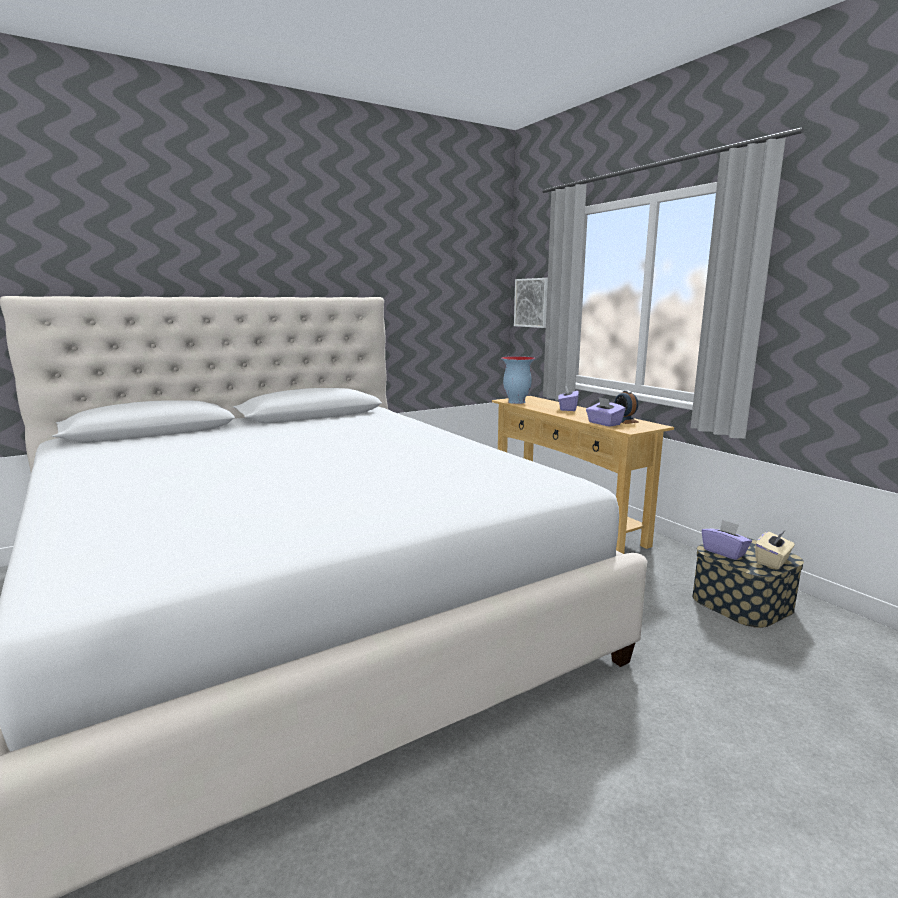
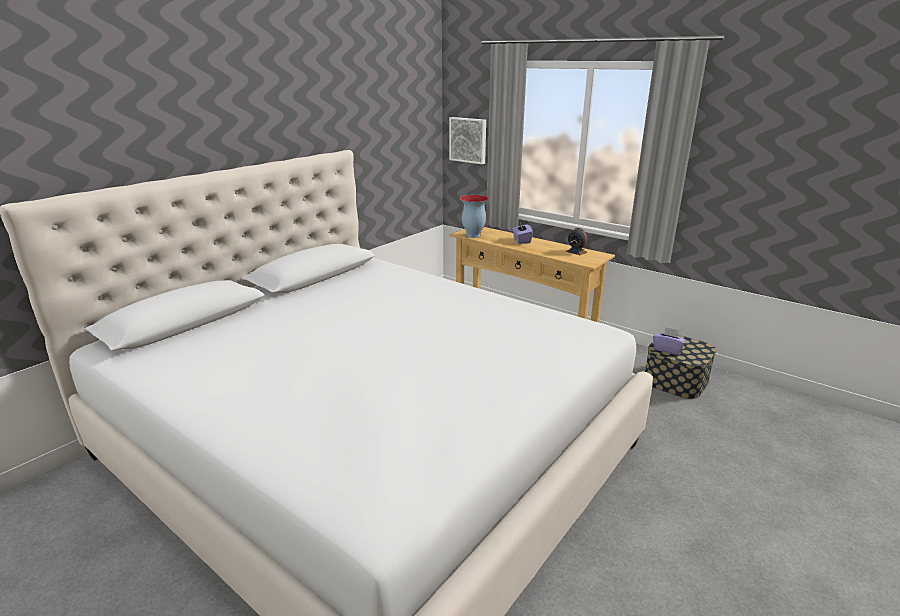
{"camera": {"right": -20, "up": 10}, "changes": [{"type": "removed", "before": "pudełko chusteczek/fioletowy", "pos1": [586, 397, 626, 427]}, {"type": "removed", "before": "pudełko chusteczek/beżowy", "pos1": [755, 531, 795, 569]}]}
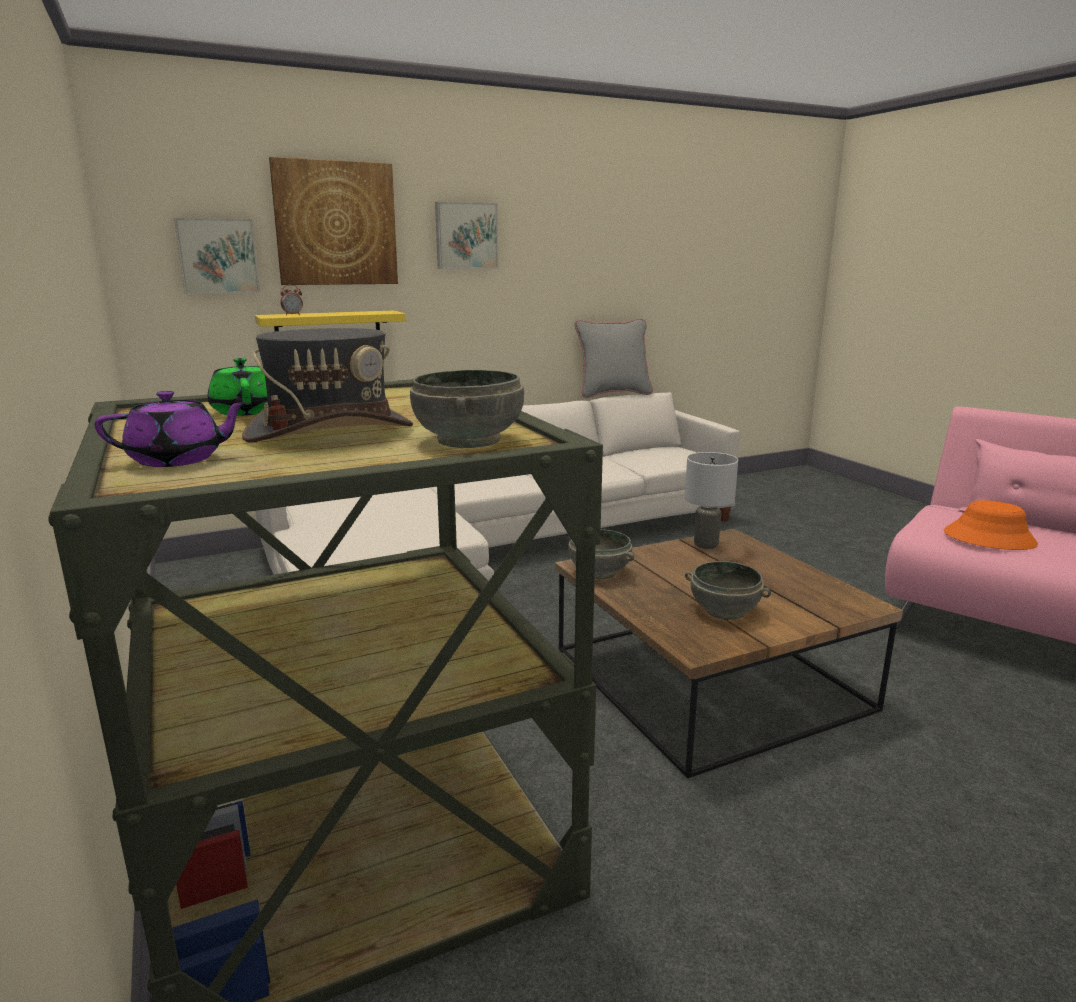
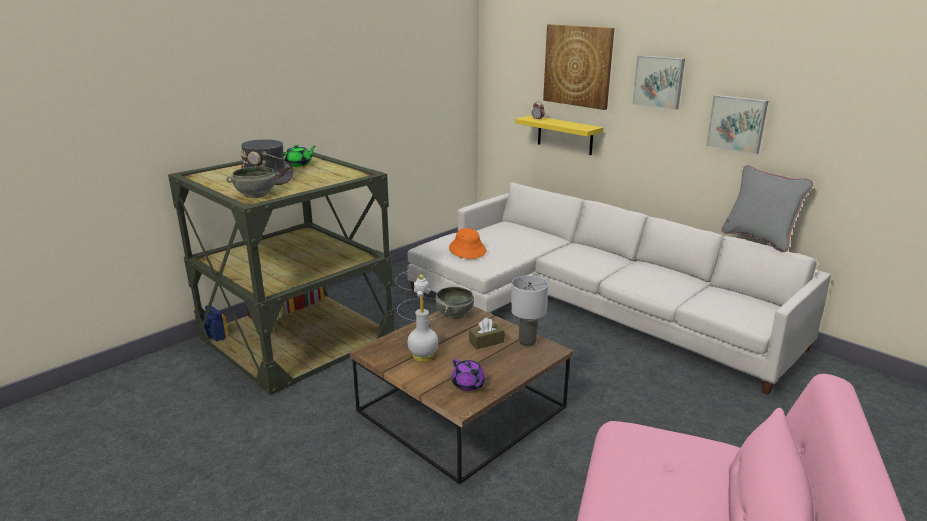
{"camera": {"right": 70, "up": 5}, "changes": [{"type": "added", "after": "pudełko chusteczek/brązowy", "pos2": [469, 318, 505, 349]}, {"type": "moved", "before": "imbryk/fioletowy", "pos1": [94, 391, 249, 467], "pos2": [451, 359, 487, 391]}, {"type": "moved", "before": "obraz", "pos1": [174, 218, 260, 294], "pos2": [706, 95, 768, 154]}, {"type": "moved", "before": "kapelusz/pomarańczowy", "pos1": [944, 500, 1038, 550], "pos2": [449, 228, 487, 259]}, {"type": "replaced", "before": "miska/szary", "after": "lampa stołowa/biały", "pos1": [685, 561, 771, 619], "pos2": [396, 269, 447, 361]}]}
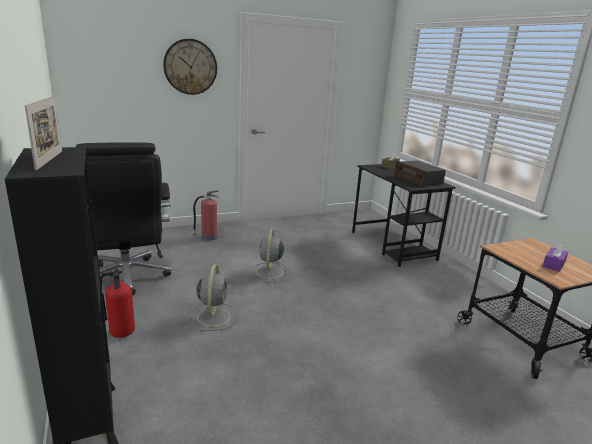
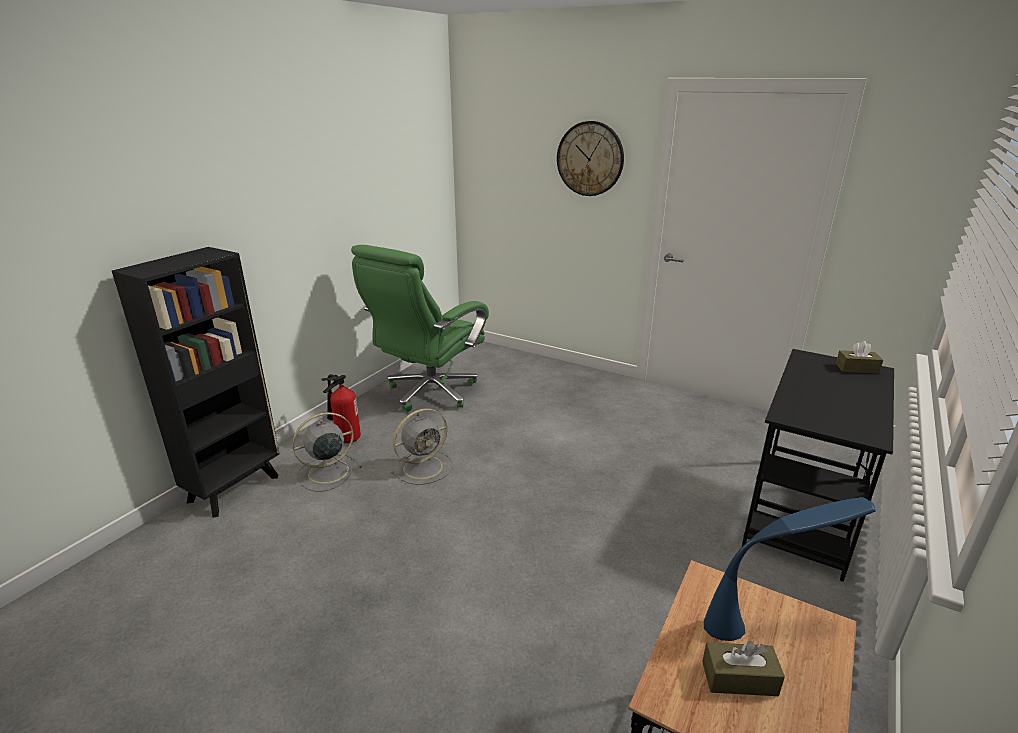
{"camera": {"right": 55, "up": 5}, "changes": [{"type": "removed", "before": "ramka na zdjęcie", "pos1": [25, 96, 62, 171]}, {"type": "removed", "before": "gaśnica", "pos1": [193, 190, 219, 241]}, {"type": "removed", "before": "radio", "pos1": [394, 160, 446, 187]}, {"type": "added", "after": "lampa stołowa/niebieski", "pos2": [704, 497, 876, 641]}, {"type": "moved", "before": "wentylator/szary", "pos1": [250, 229, 289, 283], "pos2": [292, 412, 362, 492]}, {"type": "recoloured", "before": "krzesło biurowe/czarny", "after": "krzesło biurowe/zielony", "pos1": [76, 142, 172, 295], "pos2": [351, 245, 489, 412]}, {"type": "recoloured", "before": "pudełko chusteczek/fioletowy", "after": "pudełko chusteczek/brązowy", "pos1": [542, 243, 568, 272], "pos2": [702, 641, 785, 696]}]}
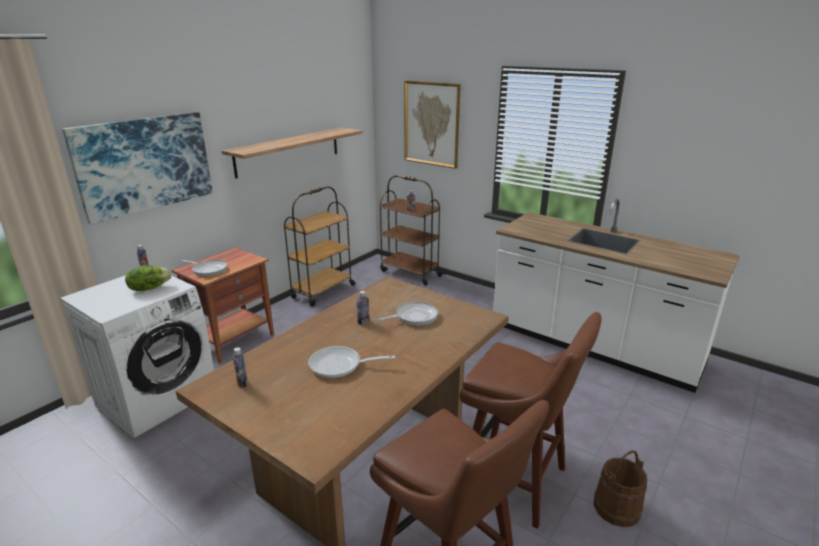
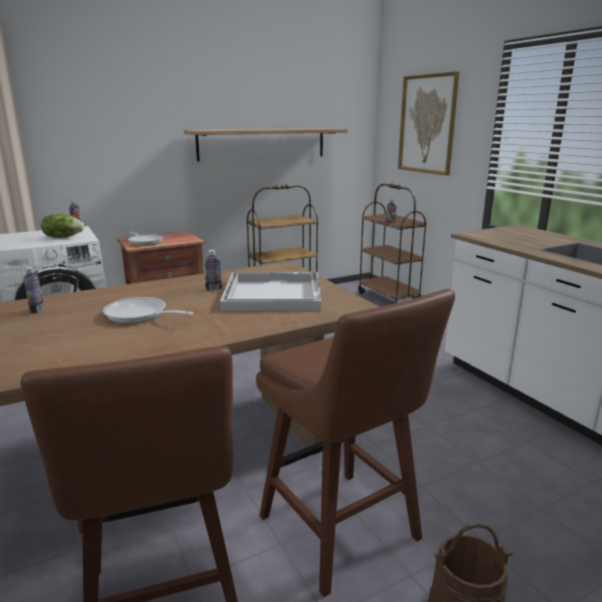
{"camera": {"right": 25, "up": -5}, "changes": [{"type": "removed", "before": "obraz", "pos1": [62, 112, 213, 224]}, {"type": "replaced", "before": "patelnia", "after": "taca/biały", "pos1": [376, 302, 438, 326], "pos2": [220, 272, 321, 311]}]}
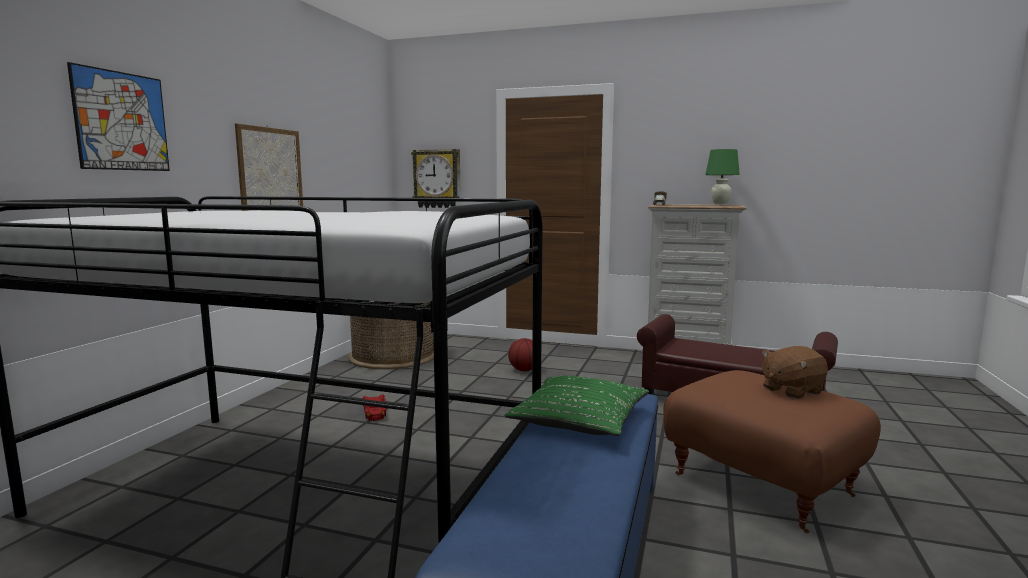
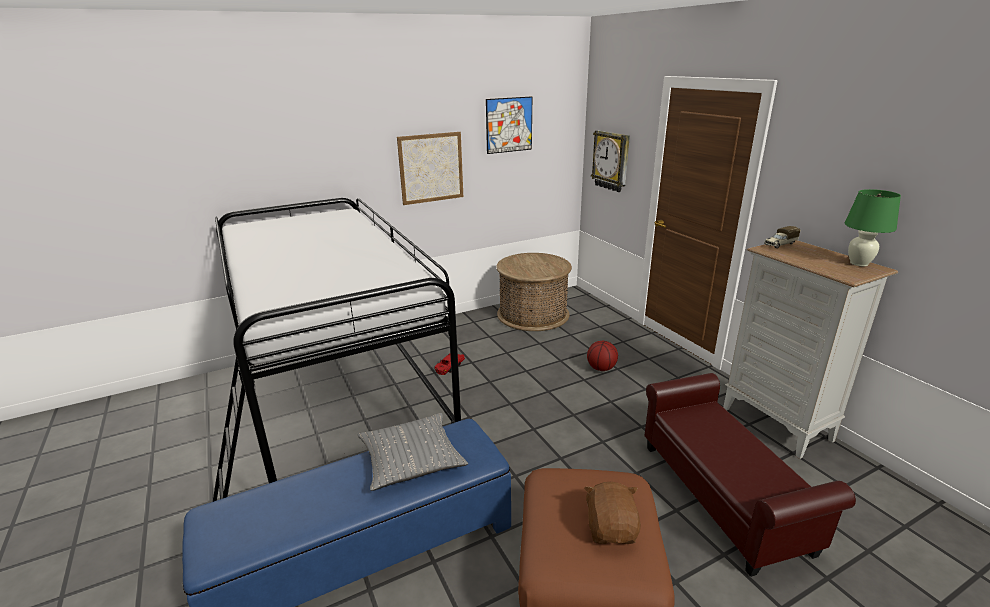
{"camera": {"right": 45, "up": 15}, "changes": [{"type": "moved", "before": "obraz", "pos1": [67, 62, 170, 171], "pos2": [486, 96, 532, 154]}, {"type": "recoloured", "before": "poduszka/zielony", "after": "poduszka/szary", "pos1": [505, 376, 649, 436], "pos2": [358, 413, 468, 491]}, {"type": "turned", "before": "pluszak/brązowy", "pos1": [762, 346, 828, 399], "pos2": [584, 482, 641, 544], "turn": 75}]}
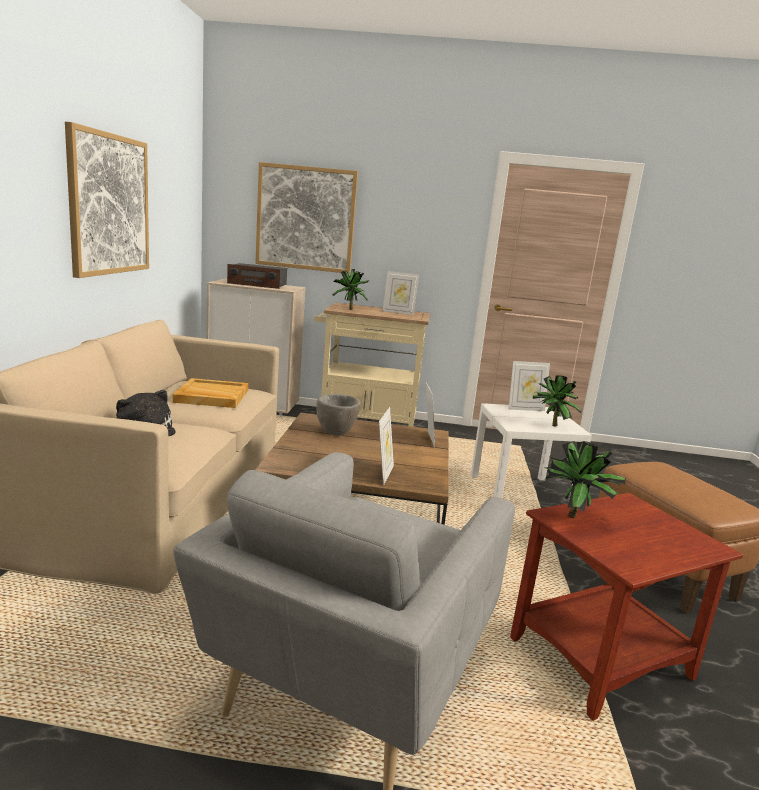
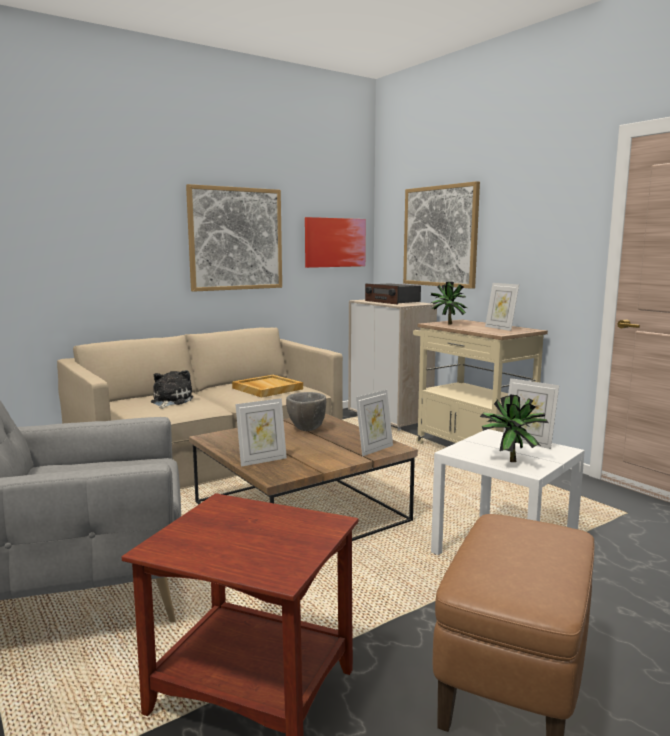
{"camera": {"right": 50, "up": -5}, "changes": [{"type": "removed", "before": "roślina doniczkowa", "pos1": [545, 441, 626, 518]}, {"type": "added", "after": "obraz", "pos2": [305, 217, 366, 268]}]}
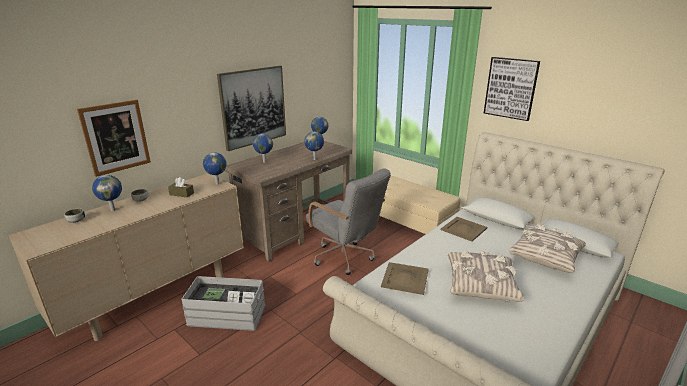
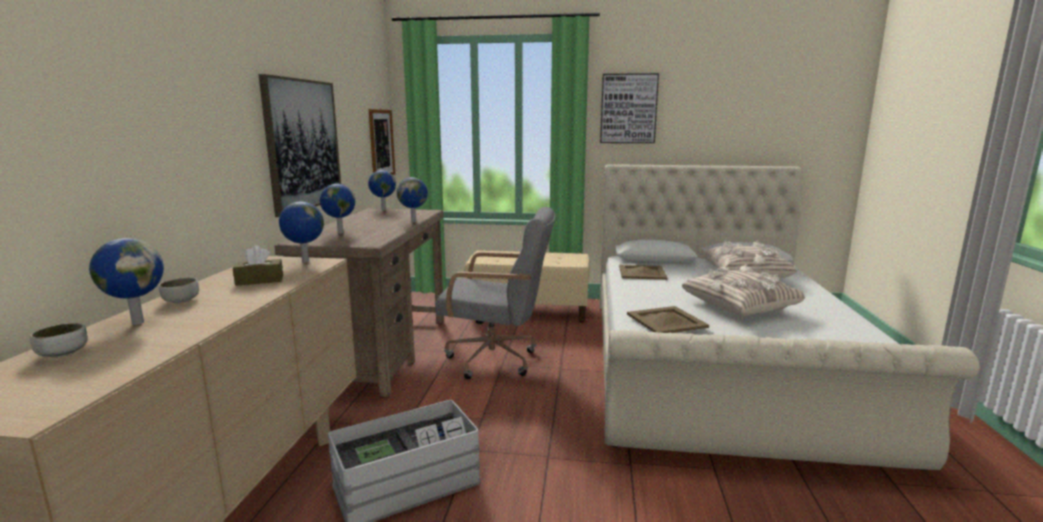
{"camera": {"right": -35, "up": -10}, "changes": [{"type": "moved", "before": "obraz", "pos1": [77, 100, 151, 177], "pos2": [369, 109, 395, 175]}]}
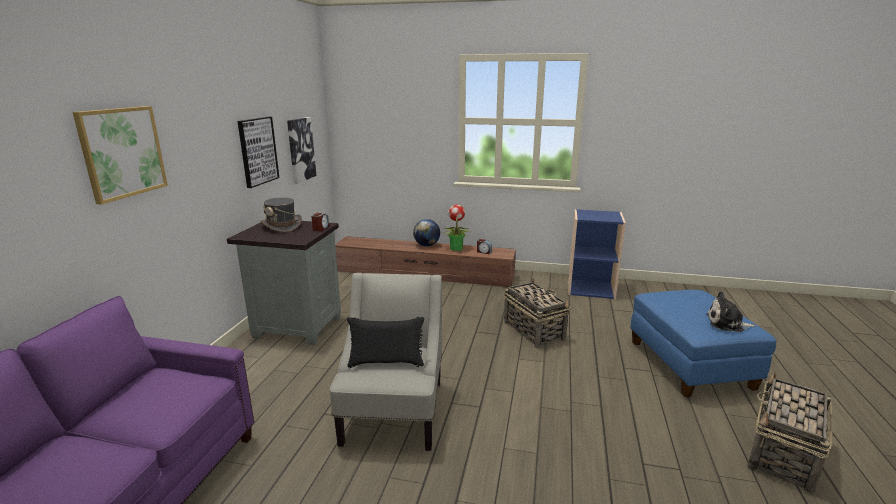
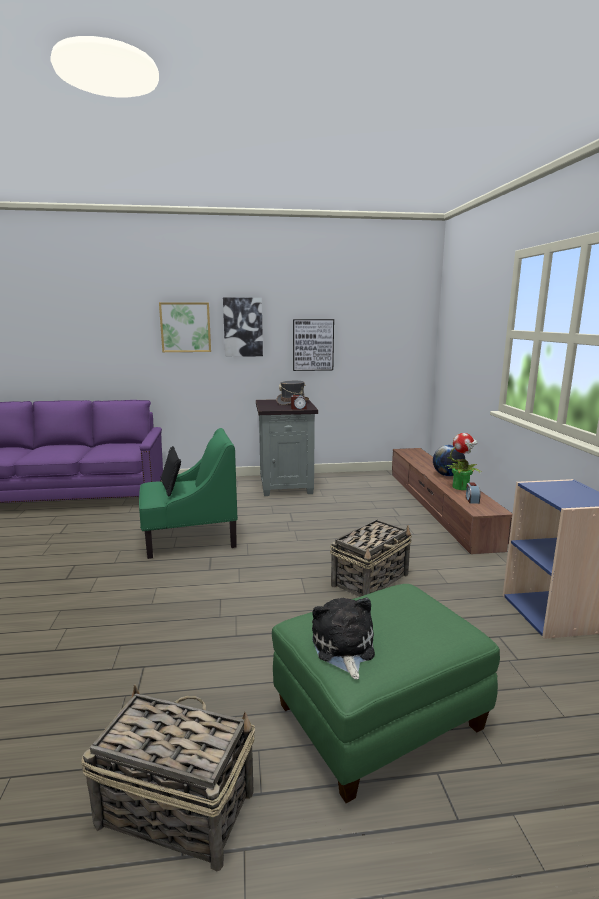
{"camera": {"right": 70, "up": -5}, "changes": [{"type": "moved", "before": "obraz", "pos1": [287, 117, 316, 184], "pos2": [223, 297, 263, 357]}, {"type": "recoloured", "before": "fotel/szary", "after": "fotel/zielony", "pos1": [330, 273, 442, 451], "pos2": [139, 428, 238, 559]}, {"type": "recoloured", "before": "pufa/niebieski", "after": "pufa/zielony", "pos1": [631, 290, 777, 397], "pos2": [272, 584, 500, 803]}]}
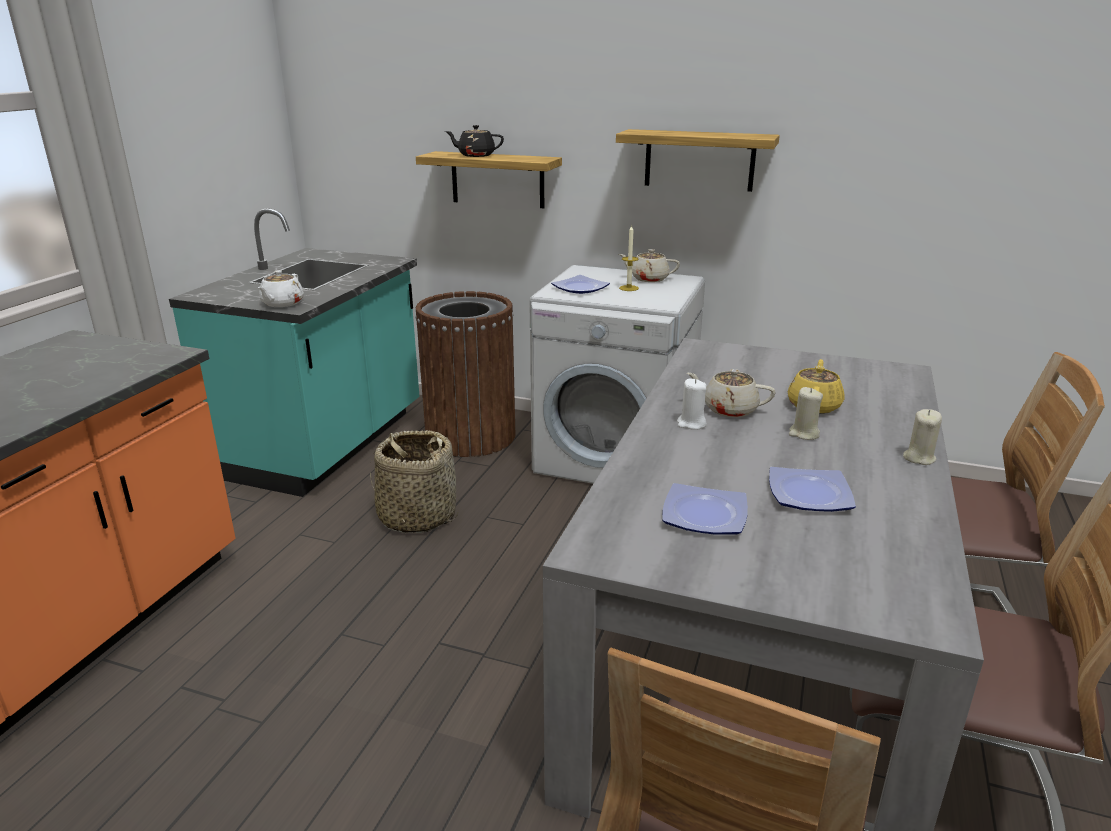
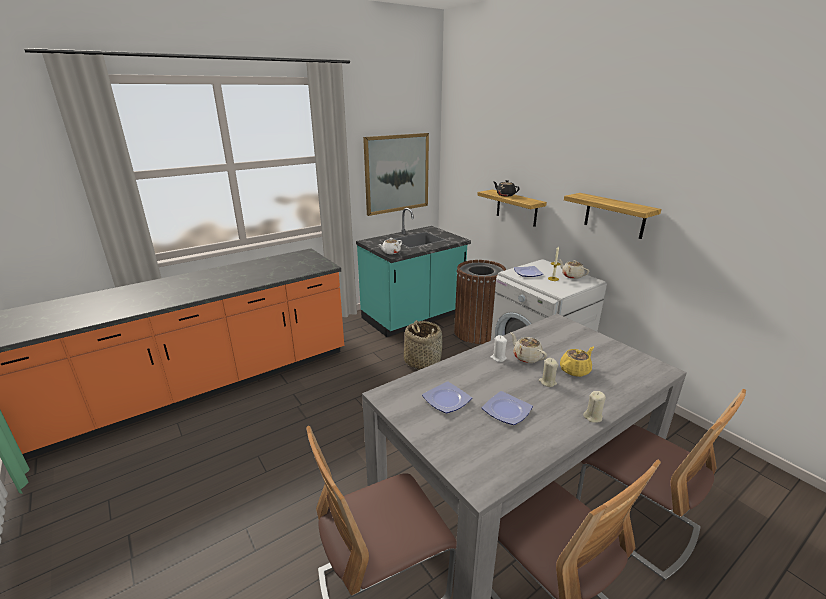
{"camera": {"right": 35, "up": 0}, "changes": [{"type": "added", "after": "obraz", "pos2": [363, 133, 429, 216]}]}
